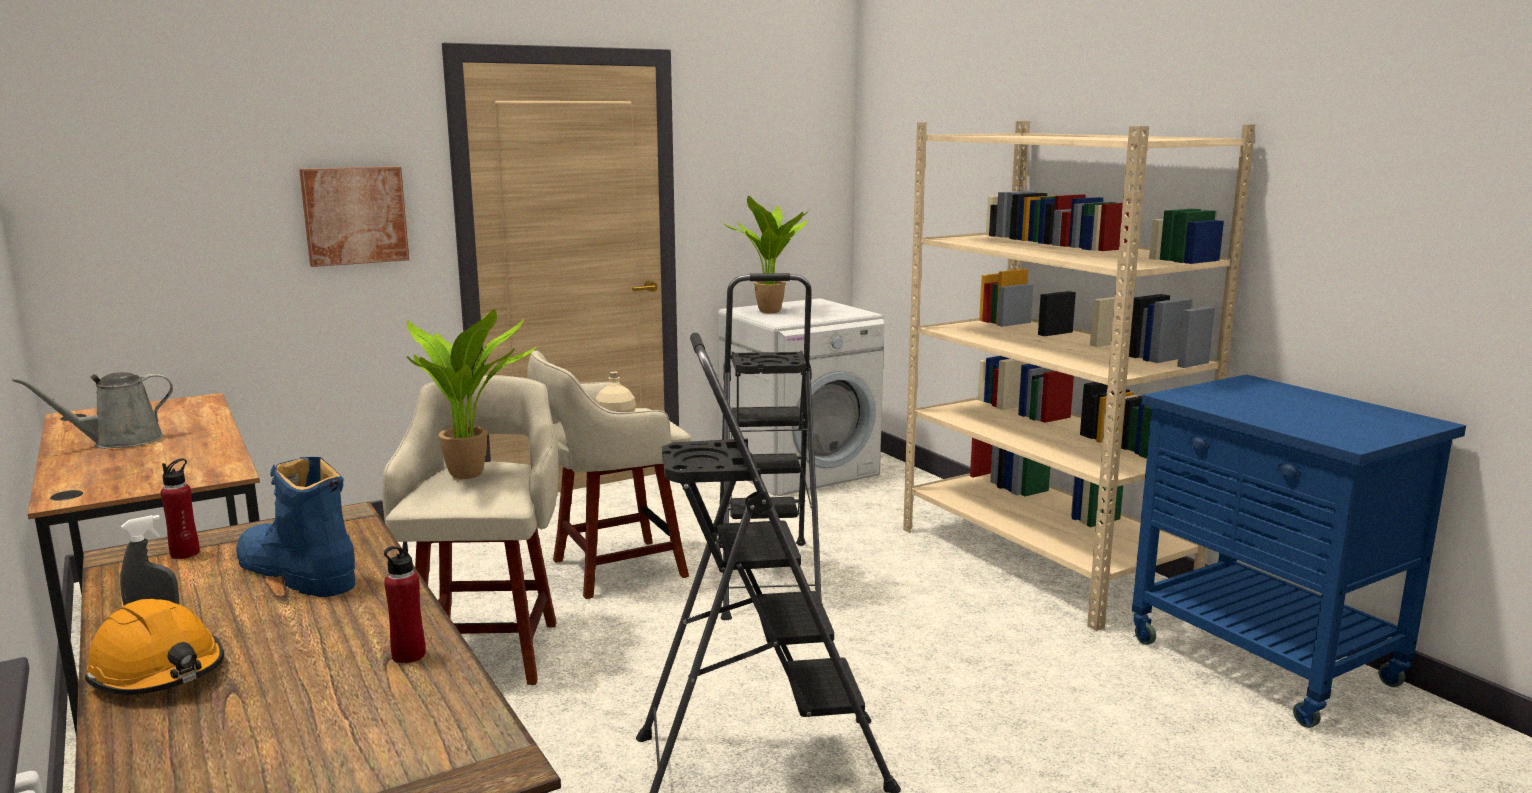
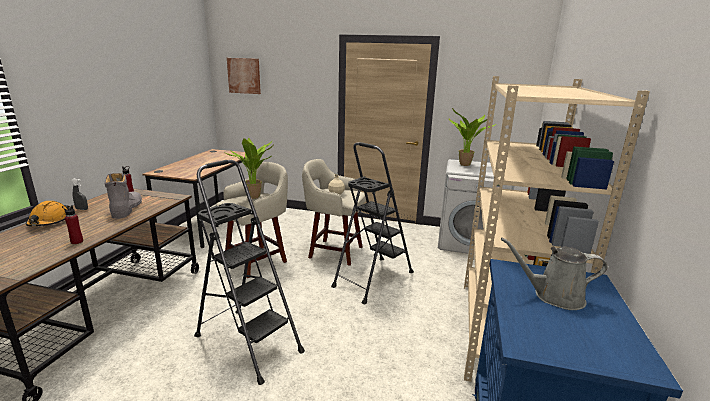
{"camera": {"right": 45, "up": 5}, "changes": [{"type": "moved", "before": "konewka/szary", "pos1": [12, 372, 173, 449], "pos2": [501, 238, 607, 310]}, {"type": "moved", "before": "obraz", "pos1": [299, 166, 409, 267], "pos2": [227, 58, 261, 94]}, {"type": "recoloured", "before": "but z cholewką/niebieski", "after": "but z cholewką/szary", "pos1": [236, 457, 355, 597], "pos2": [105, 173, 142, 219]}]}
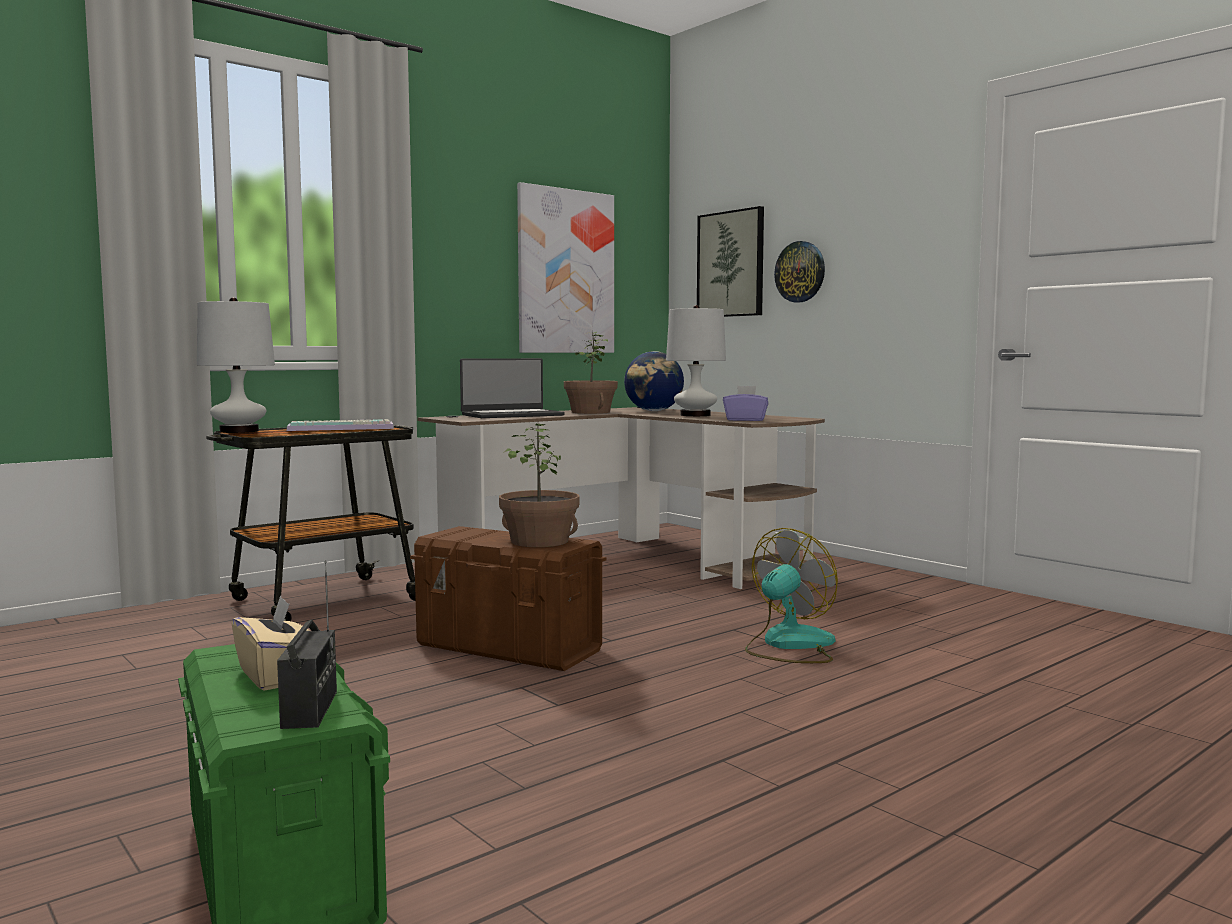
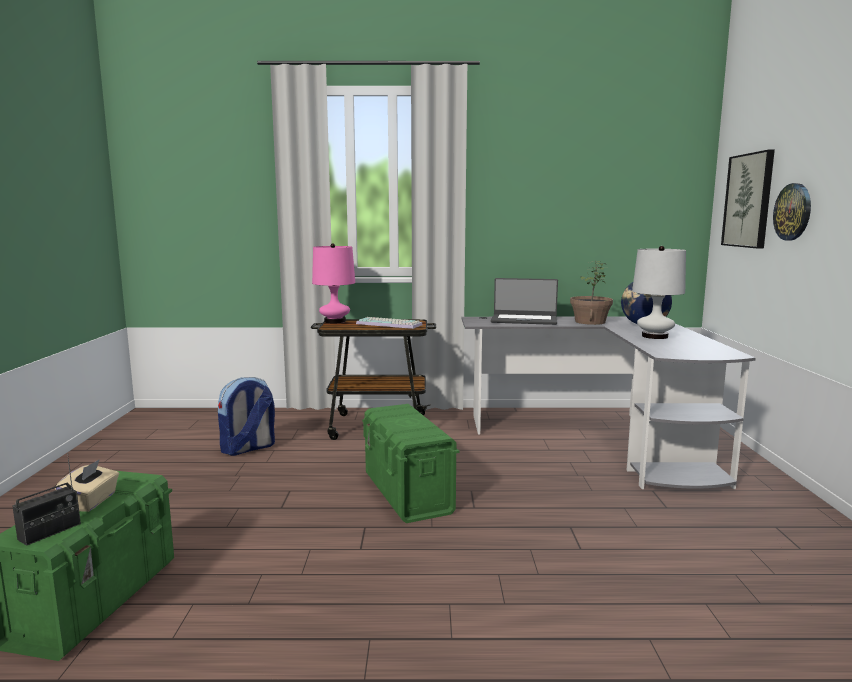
{"camera": {"right": 40, "up": 5}, "changes": [{"type": "removed", "before": "roślina doniczkowa", "pos1": [499, 424, 580, 547]}, {"type": "removed", "before": "obraz", "pos1": [517, 182, 614, 353]}, {"type": "removed", "before": "pudełko chusteczek/fioletowy", "pos1": [723, 386, 769, 421]}, {"type": "removed", "before": "wentylator", "pos1": [745, 528, 838, 663]}, {"type": "added", "after": "plecak", "pos2": [218, 377, 275, 456]}, {"type": "recoloured", "before": "lampa stołowa/biały", "after": "lampa stołowa/różowy", "pos1": [197, 297, 275, 433], "pos2": [312, 243, 355, 323]}, {"type": "recoloured", "before": "pojemnik do przechowywania/brązowy", "after": "pojemnik do przechowywania/zielony", "pos1": [410, 526, 606, 671], "pos2": [362, 404, 459, 523]}, {"type": "recoloured", "before": "biurko/brązowy", "after": "biurko/szary", "pos1": [417, 407, 825, 589], "pos2": [461, 317, 755, 489]}]}
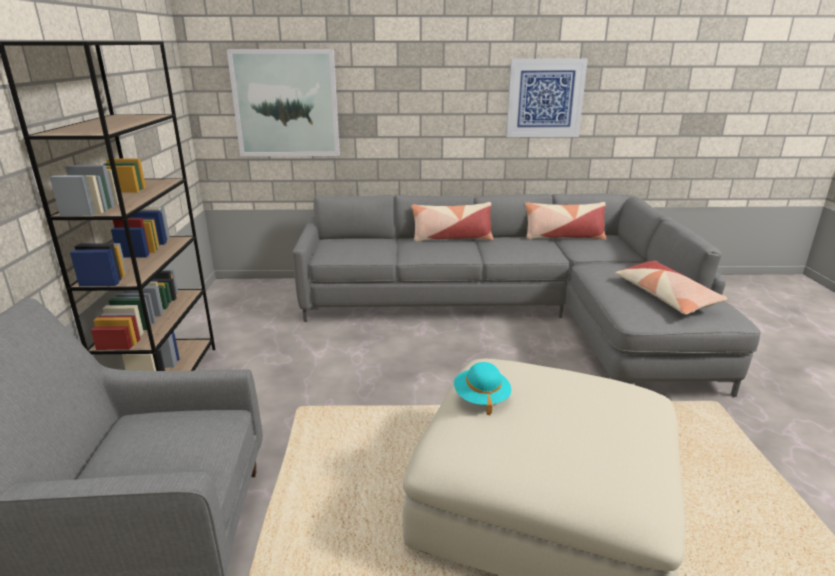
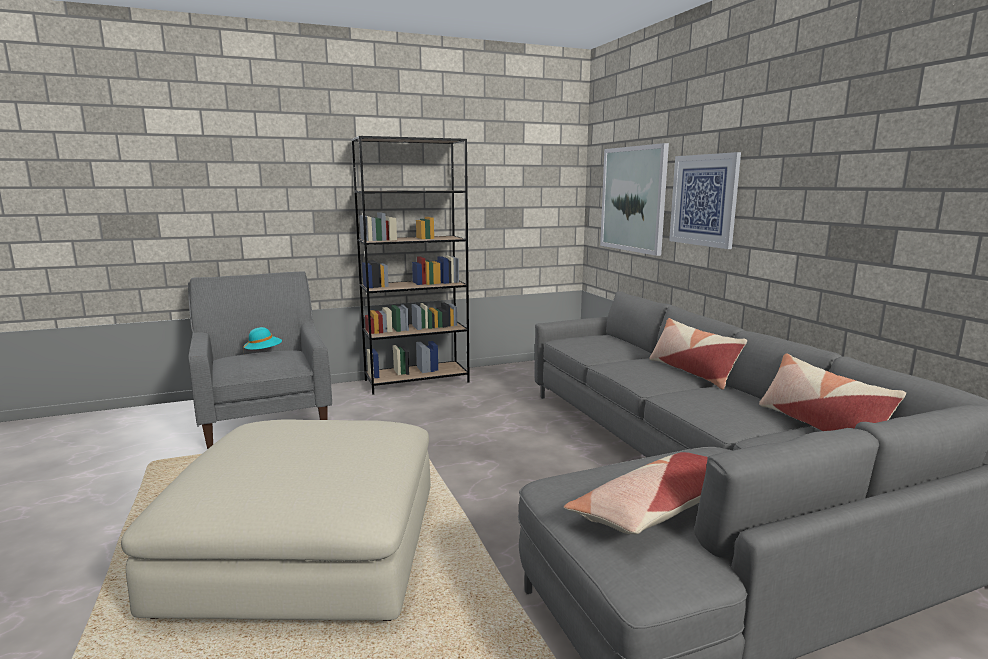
{"camera": {"right": 70, "up": -10}, "changes": [{"type": "moved", "before": "kapelusz/turkusowy", "pos1": [454, 362, 511, 415], "pos2": [243, 327, 282, 350]}, {"type": "moved", "before": "obraz", "pos1": [506, 59, 588, 137], "pos2": [669, 152, 741, 249]}]}
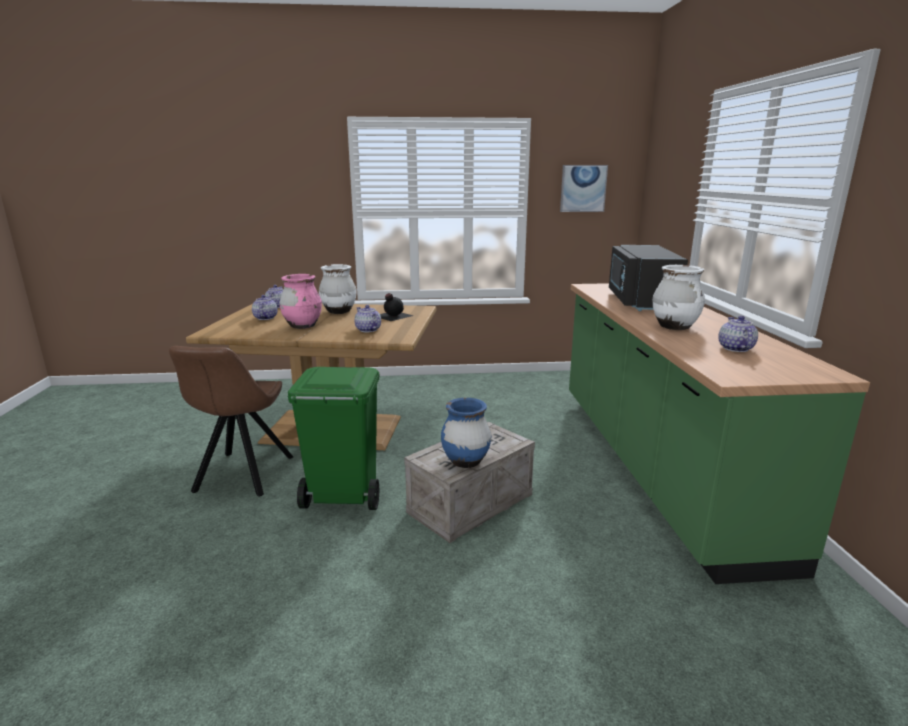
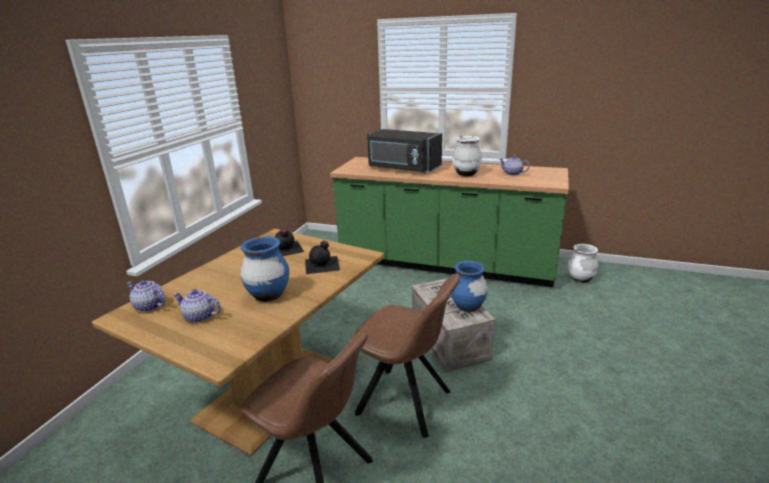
{"camera": {"right": -65, "up": 5}, "changes": [{"type": "removed", "before": "obraz", "pos1": [560, 165, 608, 212]}, {"type": "moved", "before": "wazon/biały", "pos1": [319, 264, 357, 314], "pos2": [568, 244, 599, 283]}, {"type": "replaced", "before": "kosz na śmieci/zielony", "after": "krzesło/brązowy", "pos1": [288, 367, 379, 510], "pos2": [352, 274, 460, 438]}, {"type": "replaced", "before": "imbryk", "after": "butelka/czarny", "pos1": [355, 305, 381, 332], "pos2": [305, 241, 340, 274]}, {"type": "recoloured", "before": "wazon/różowy", "after": "wazon/niebieski", "pos1": [279, 274, 322, 329], "pos2": [240, 236, 289, 302]}]}
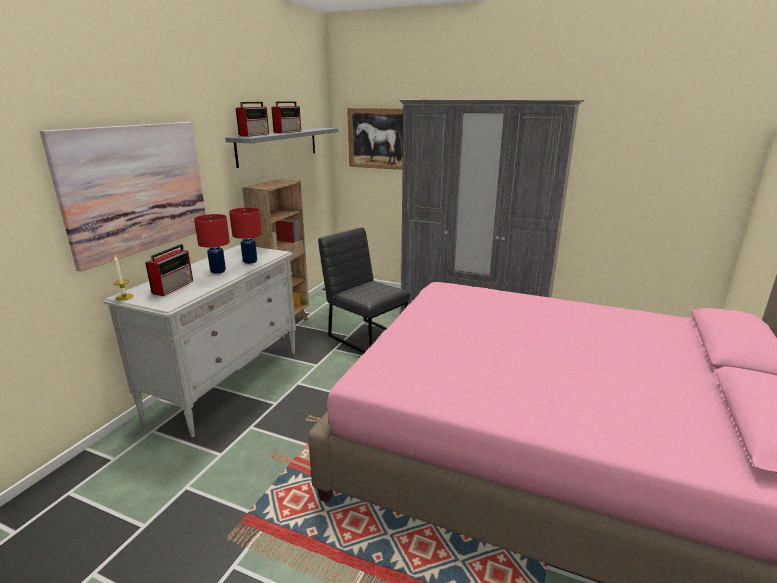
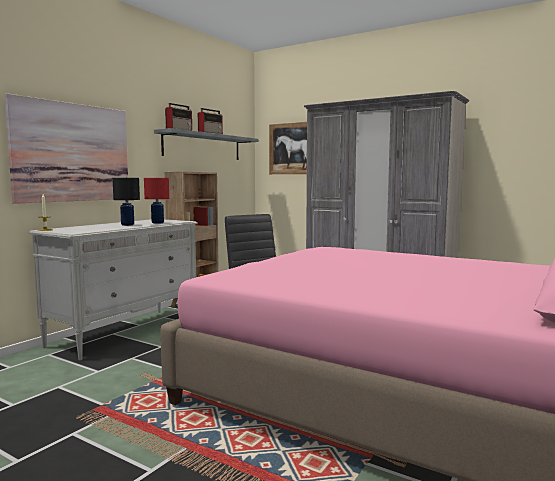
{"camera": {"right": 10, "up": -15}, "changes": [{"type": "removed", "before": "radio", "pos1": [145, 244, 193, 296]}, {"type": "recoloured", "before": "lampa stołowa/czerwony", "after": "lampa stołowa/czarny", "pos1": [194, 214, 230, 274], "pos2": [112, 177, 140, 226]}]}
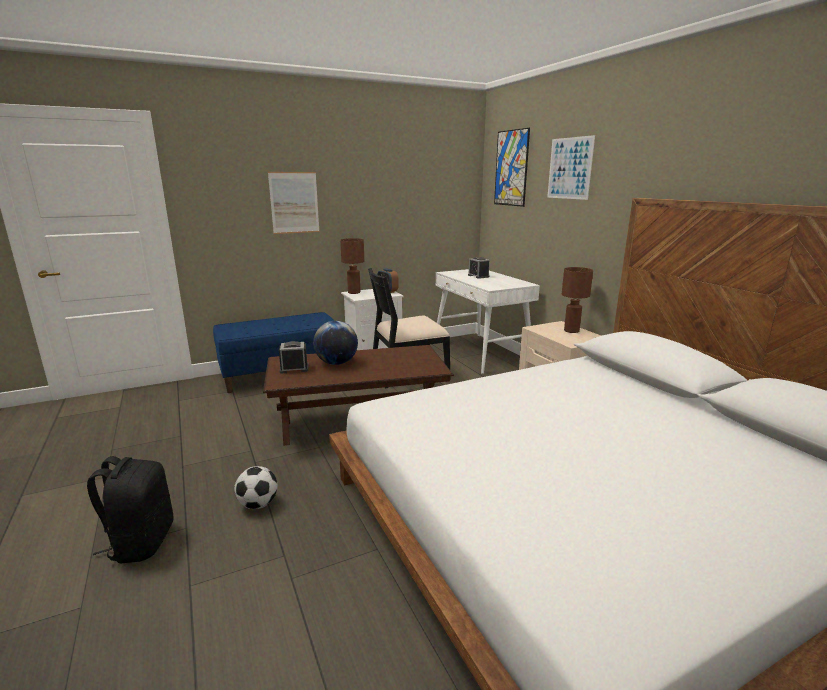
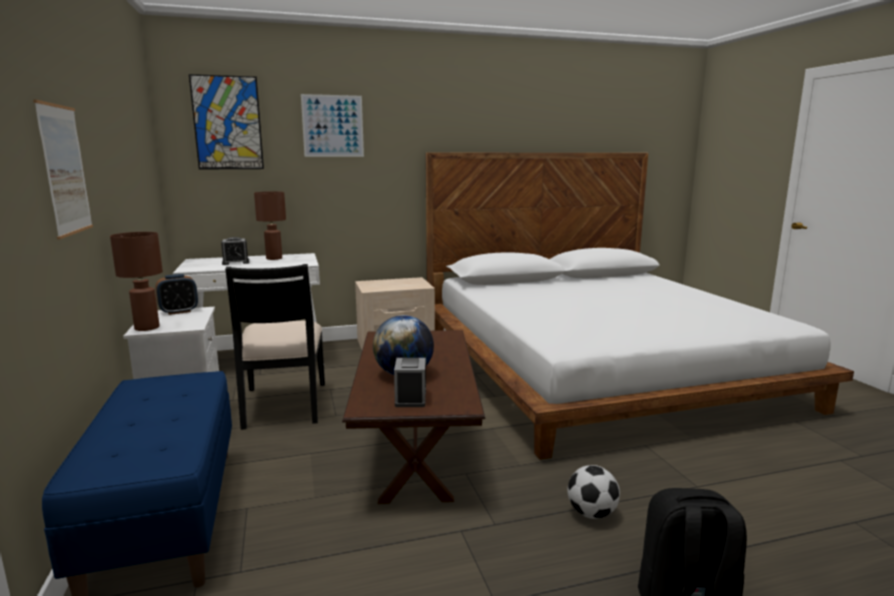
{"camera": {"right": -80, "up": -5}, "changes": [{"type": "moved", "before": "lampa stołowa/brązowy", "pos1": [562, 267, 593, 333], "pos2": [254, 191, 286, 260]}]}
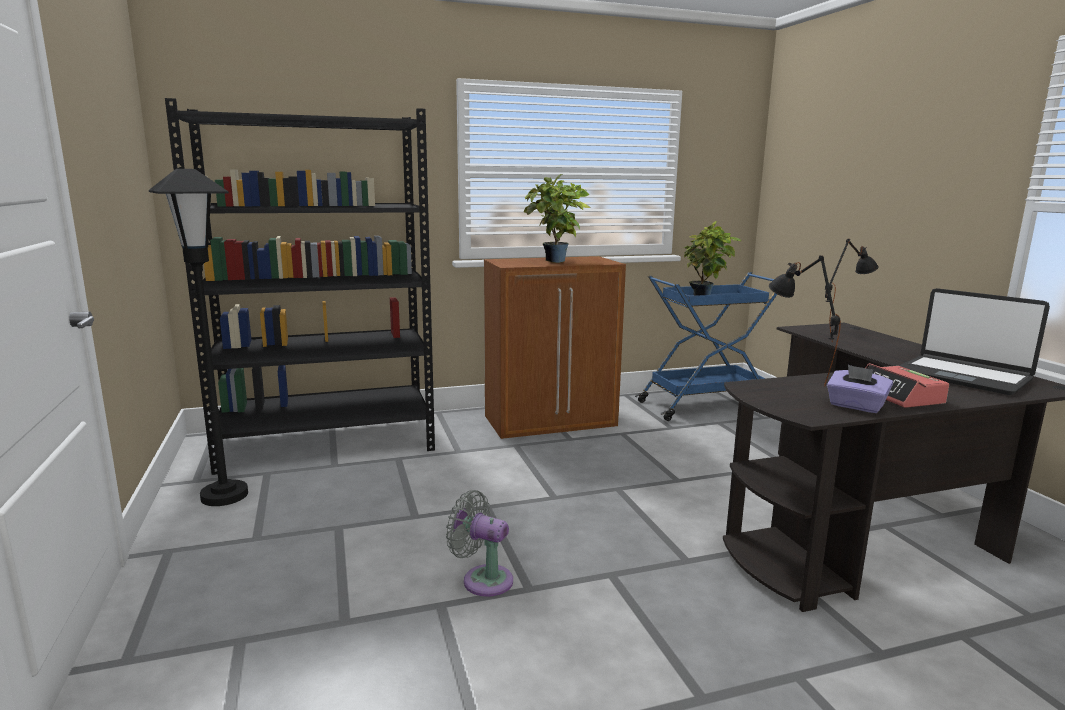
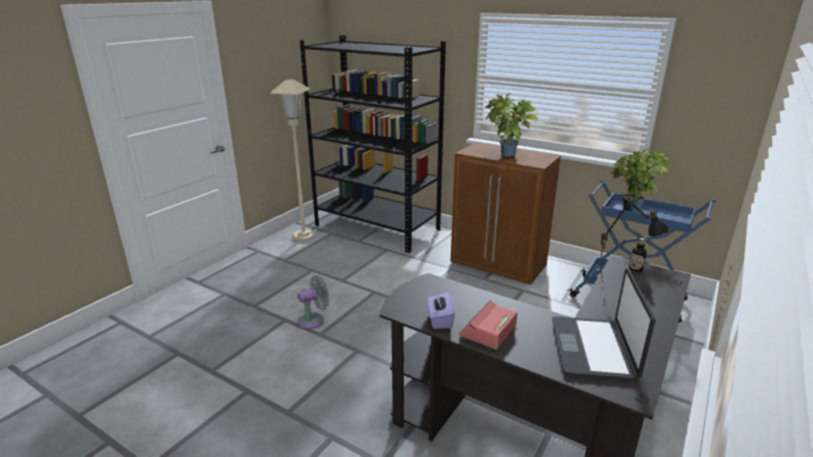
{"camera": {"right": 50, "up": 10}, "changes": [{"type": "removed", "before": "lampa stołowa/czarny", "pos1": [769, 255, 841, 387]}, {"type": "added", "after": "butelka", "pos2": [629, 238, 647, 272]}, {"type": "recoloured", "before": "lampa stojąca/czarny", "after": "lampa stojąca/beżowy", "pos1": [149, 169, 248, 506], "pos2": [270, 79, 315, 242]}, {"type": "turned", "before": "wentylator/szary", "pos1": [446, 490, 513, 597], "pos2": [297, 276, 329, 329], "turn": 75}]}
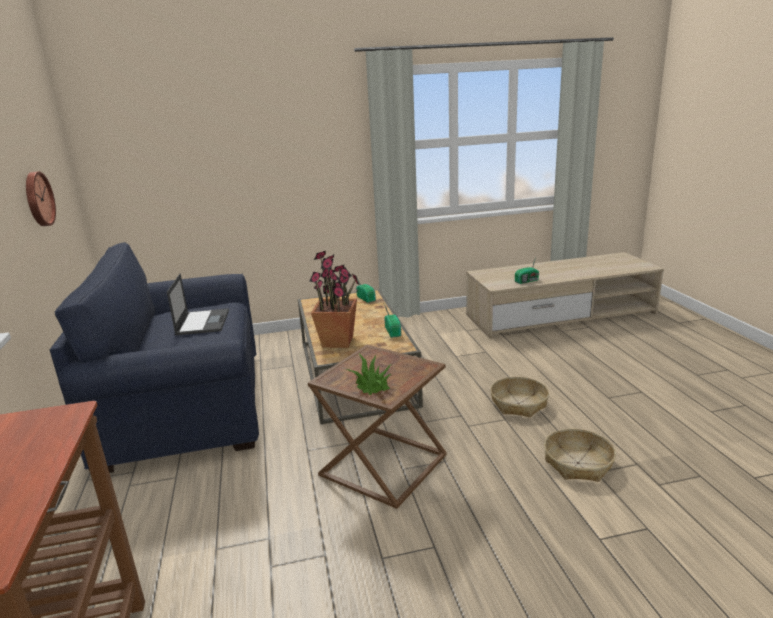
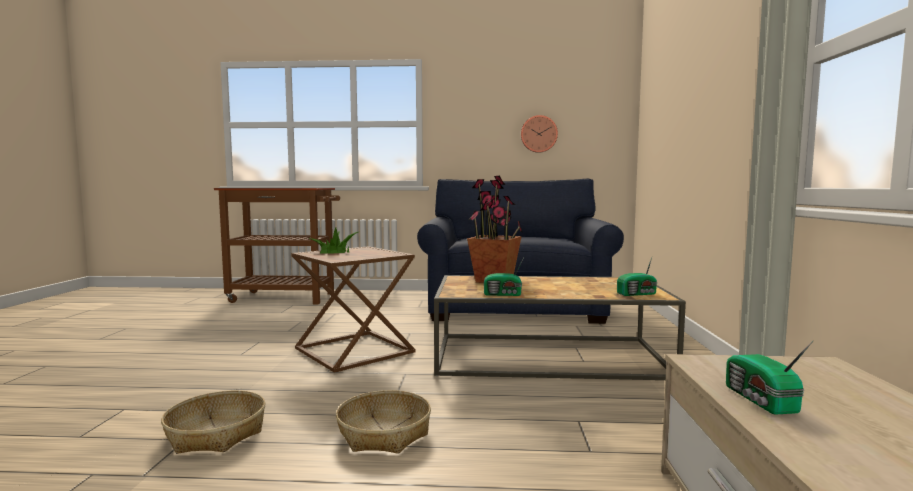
{"camera": {"right": 105, "up": -15}, "changes": [{"type": "removed", "before": "laptop", "pos1": [167, 274, 229, 335]}]}
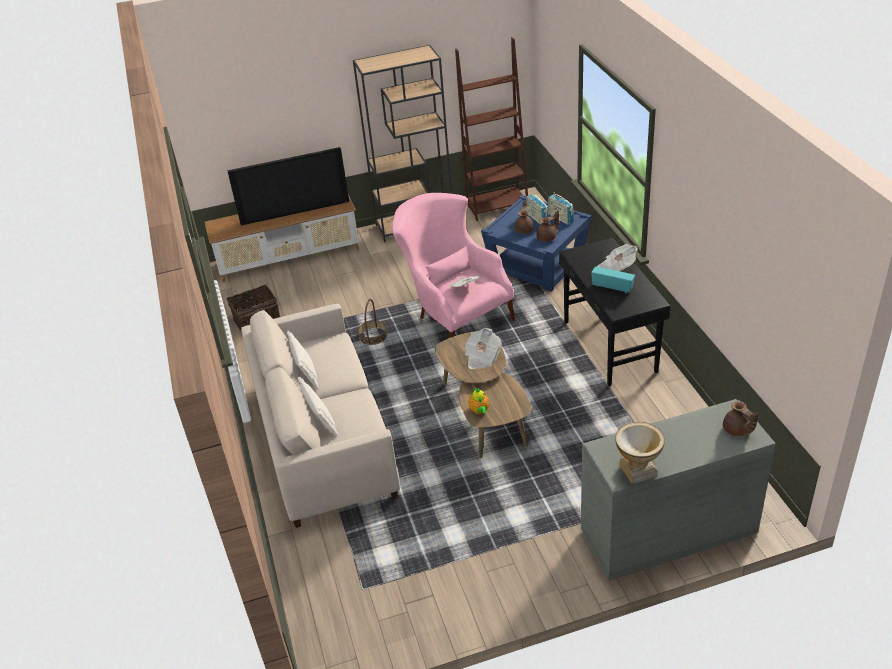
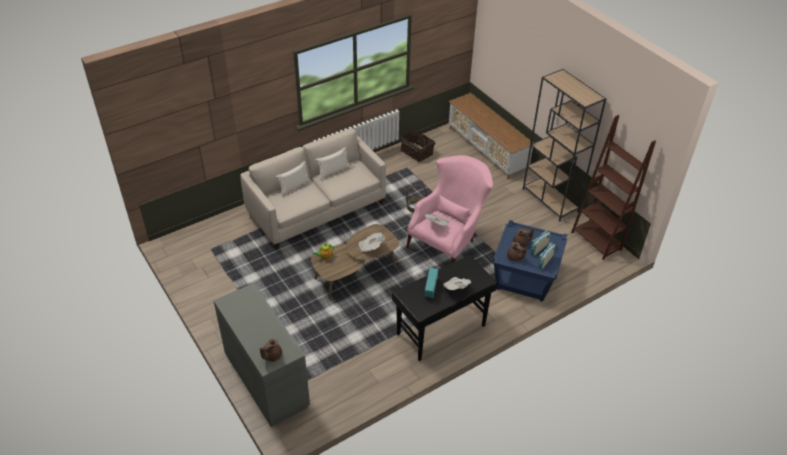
{"camera": {"right": 70, "up": 5}, "changes": [{"type": "removed", "before": "telewizor", "pos1": [227, 147, 349, 225]}, {"type": "removed", "before": "wazon", "pos1": [615, 422, 665, 484]}]}
